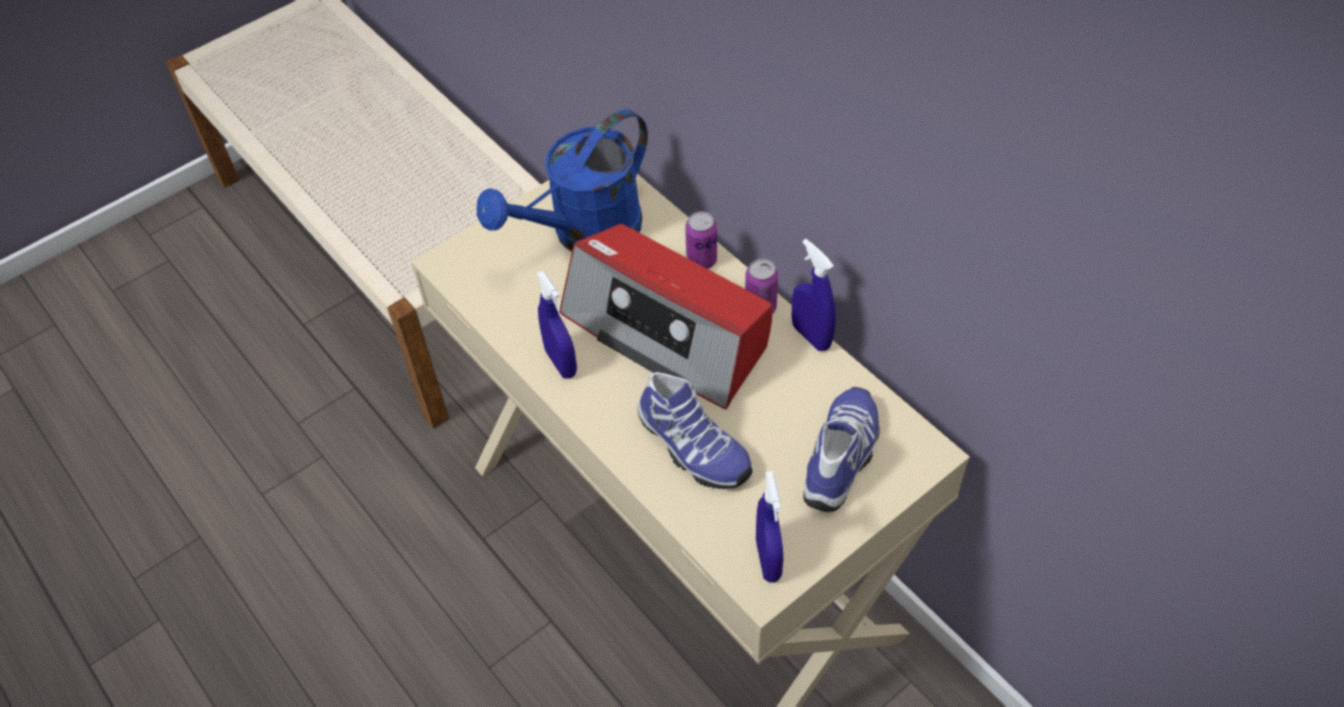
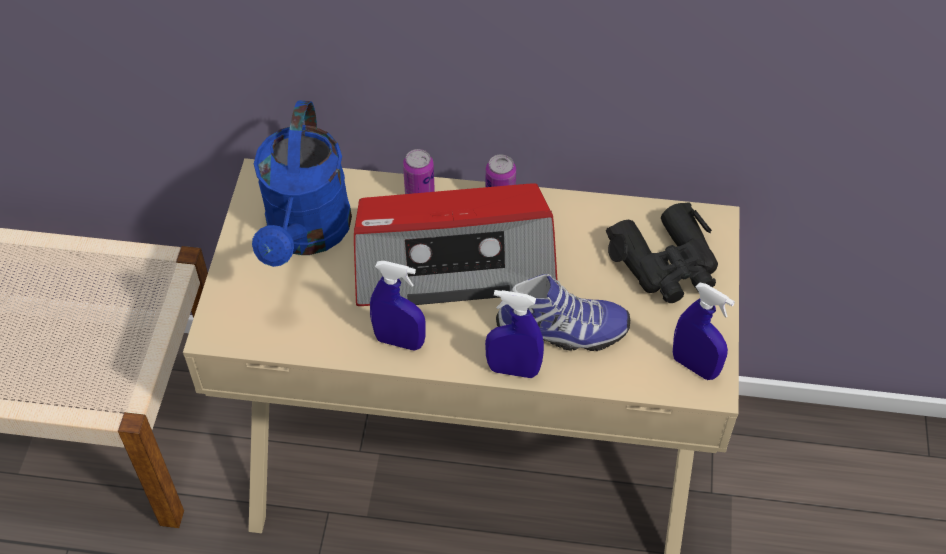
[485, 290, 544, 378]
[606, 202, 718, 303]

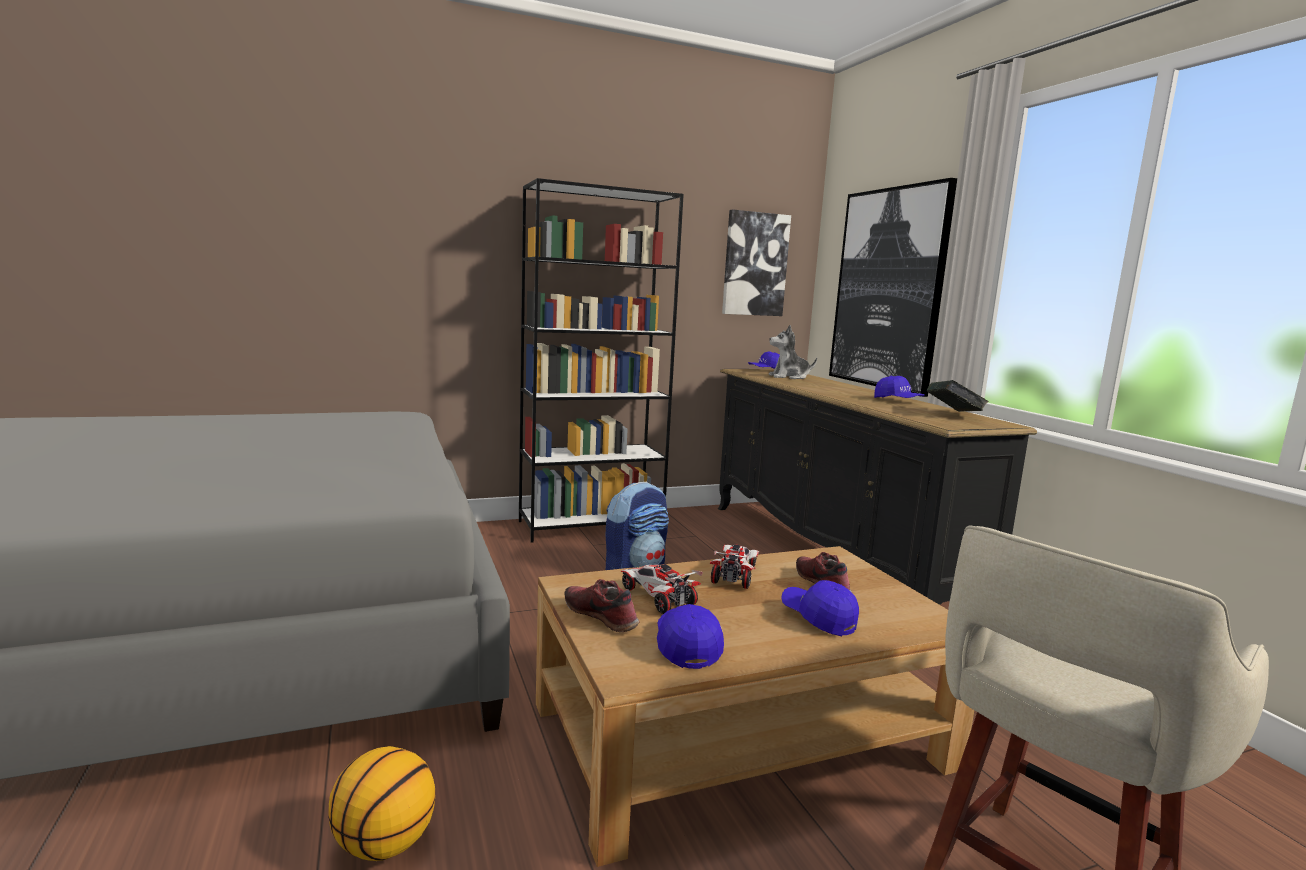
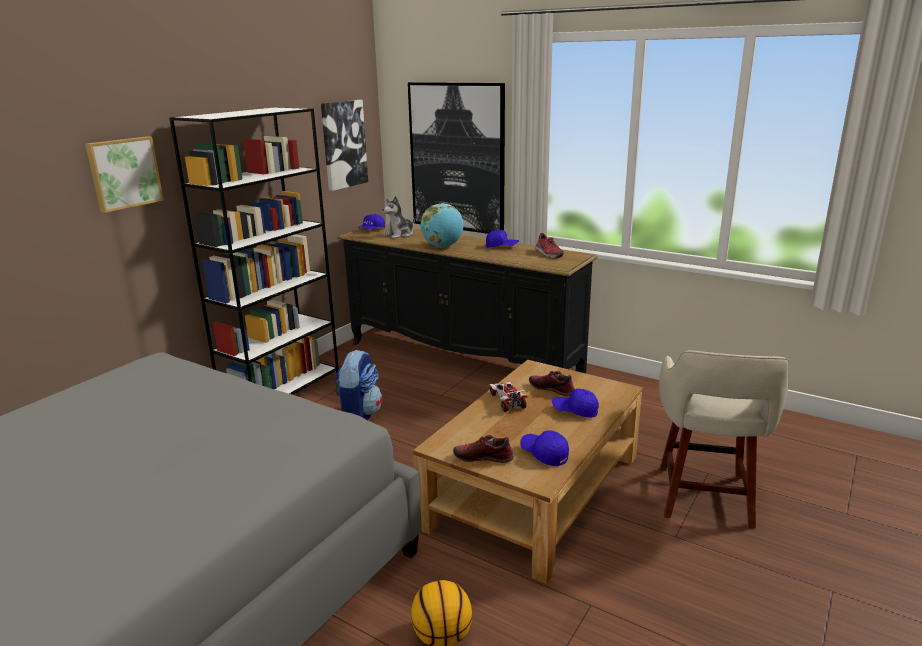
[535, 233, 563, 258]
[621, 564, 703, 614] (first image)
[85, 136, 164, 213]
[421, 203, 463, 247]

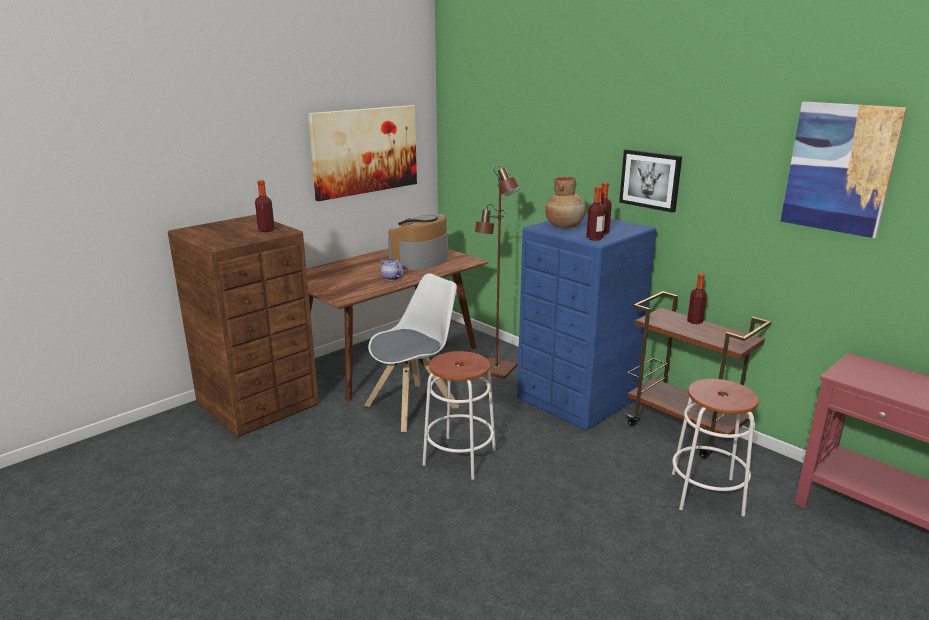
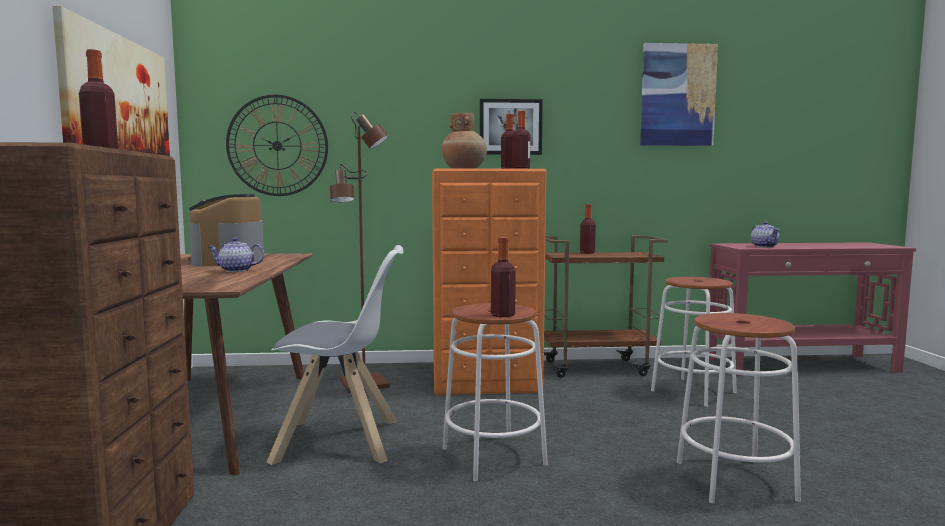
[432, 168, 546, 395]
[266, 245, 403, 465]
[226, 95, 328, 196]
[751, 222, 779, 247]
[491, 237, 516, 317]
[677, 313, 801, 504]

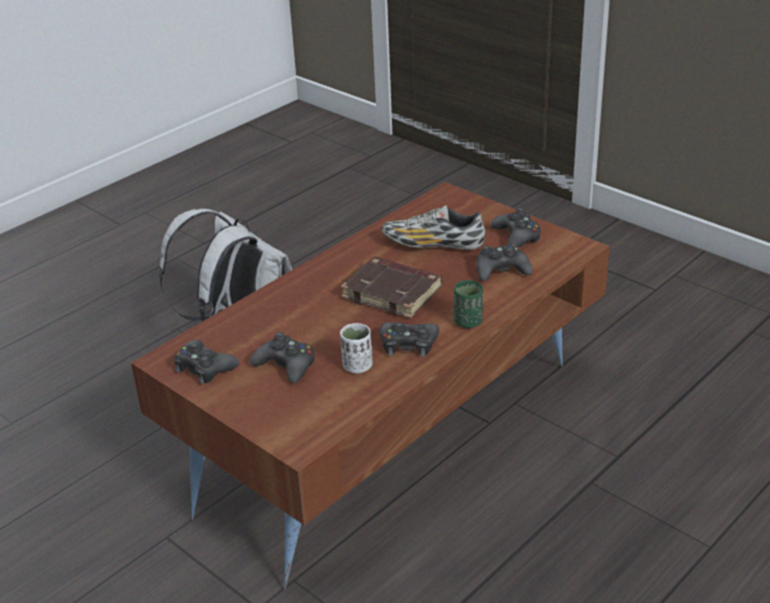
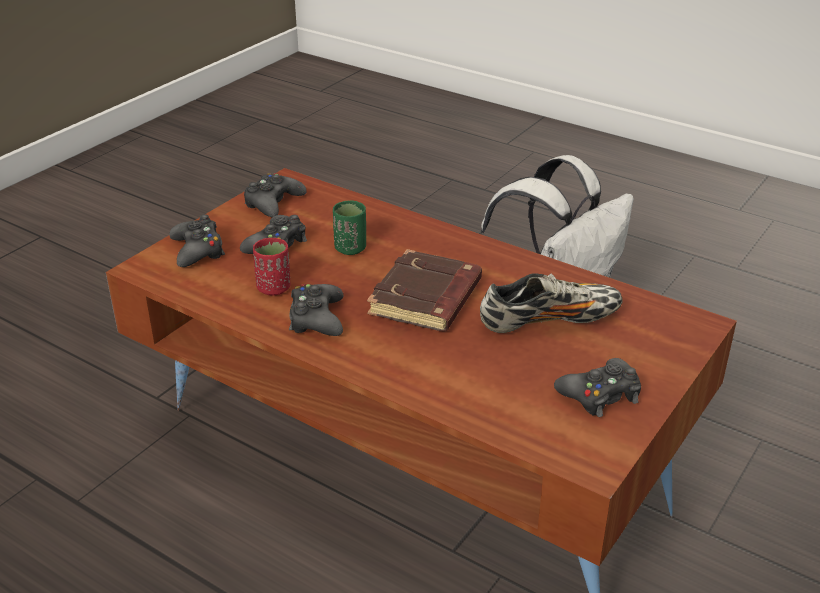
[480, 273, 623, 333]
[169, 214, 225, 267]
[333, 200, 366, 255]
[253, 238, 290, 296]

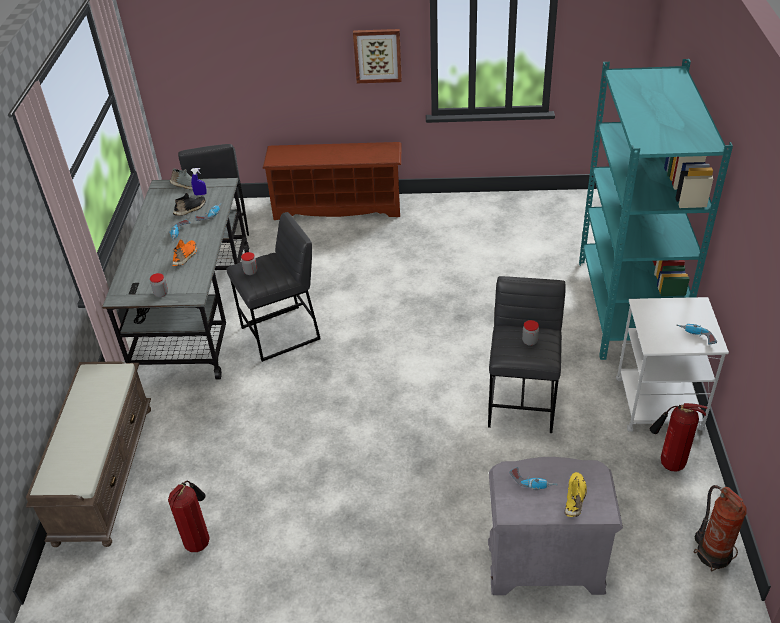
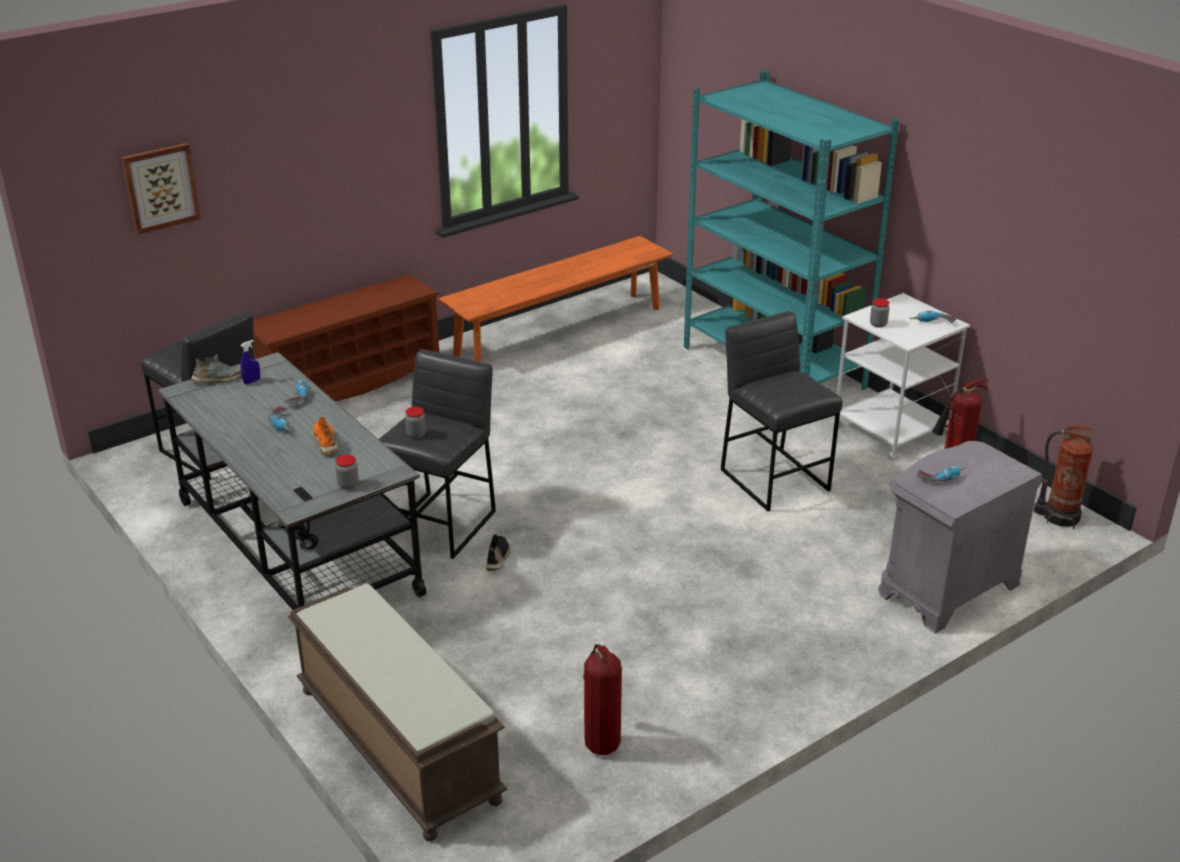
[121, 143, 201, 235]
[486, 535, 510, 571]
[870, 298, 890, 328]
[565, 472, 587, 517] (first image)
[437, 236, 673, 362]

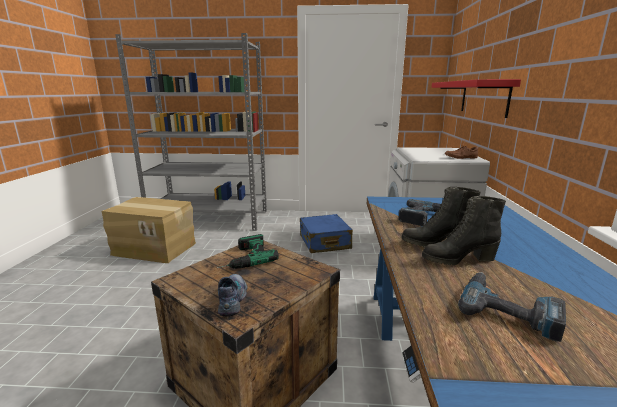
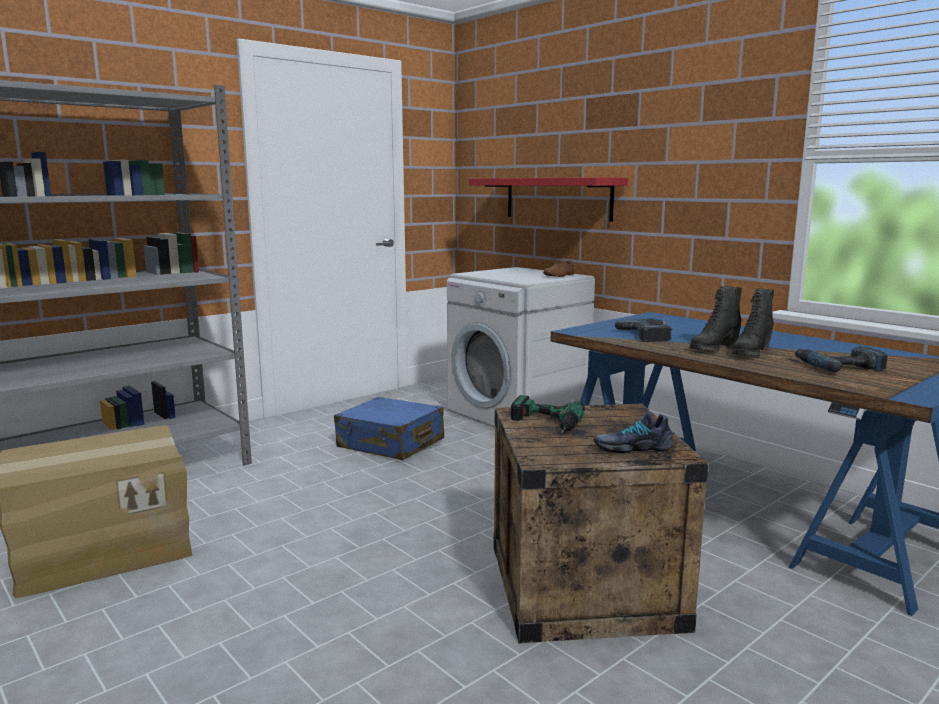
[594, 411, 673, 453]

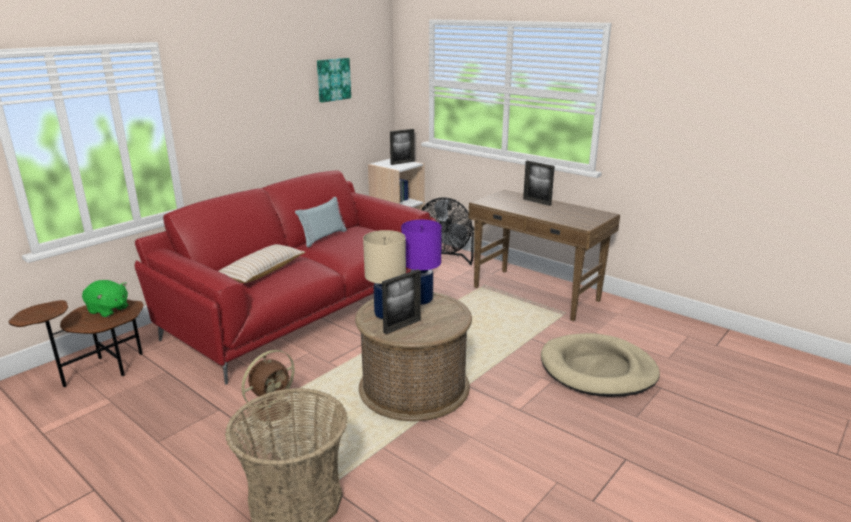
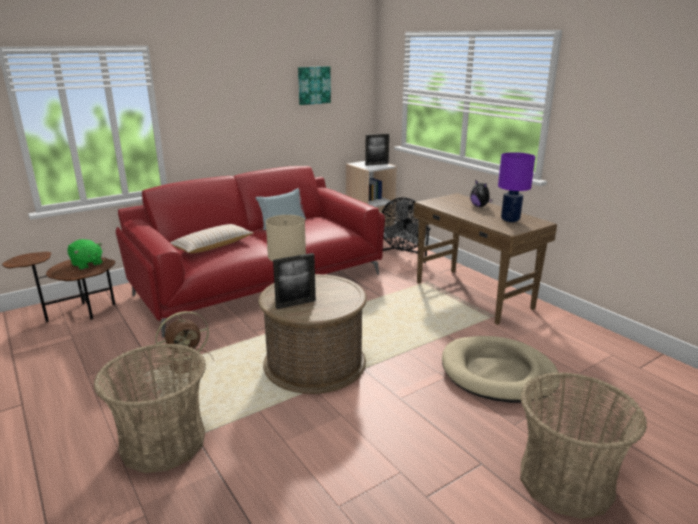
[470, 179, 493, 207]
[498, 152, 535, 222]
[520, 372, 647, 519]

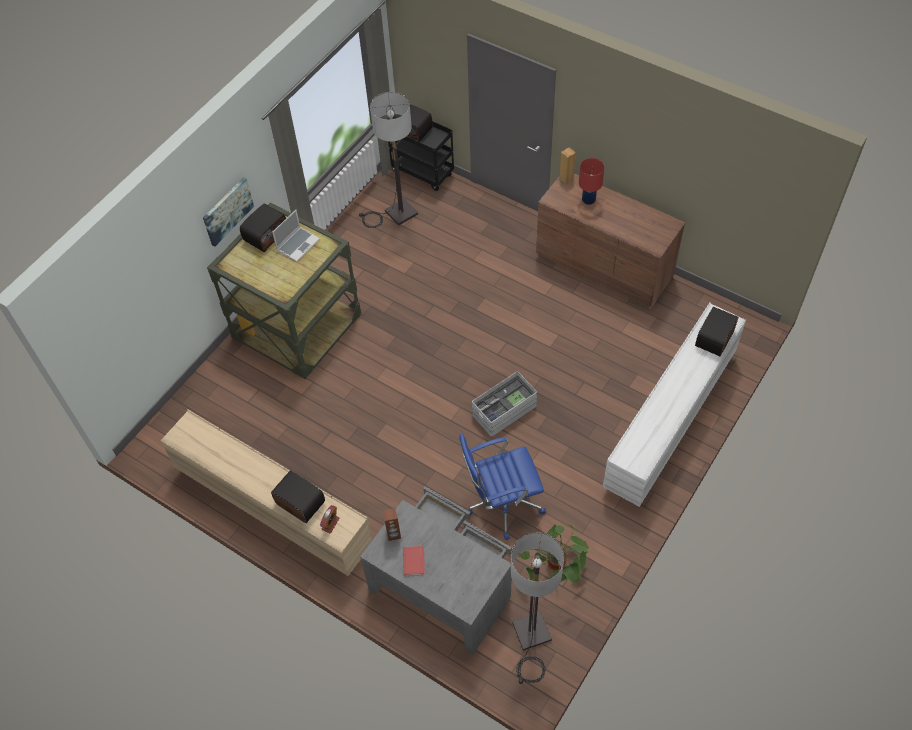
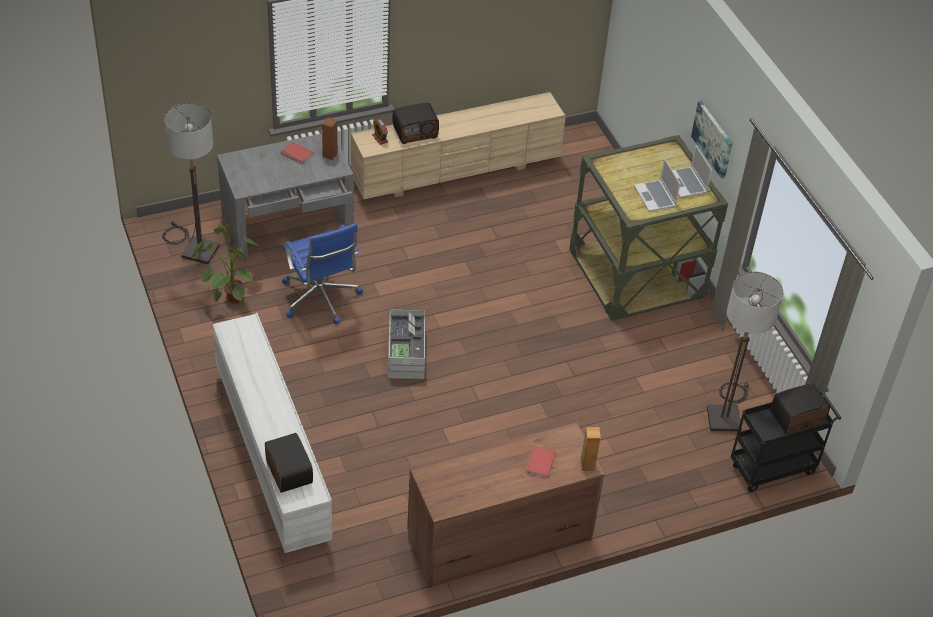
[526, 446, 556, 478]
[672, 145, 712, 198]
[282, 223, 363, 324]

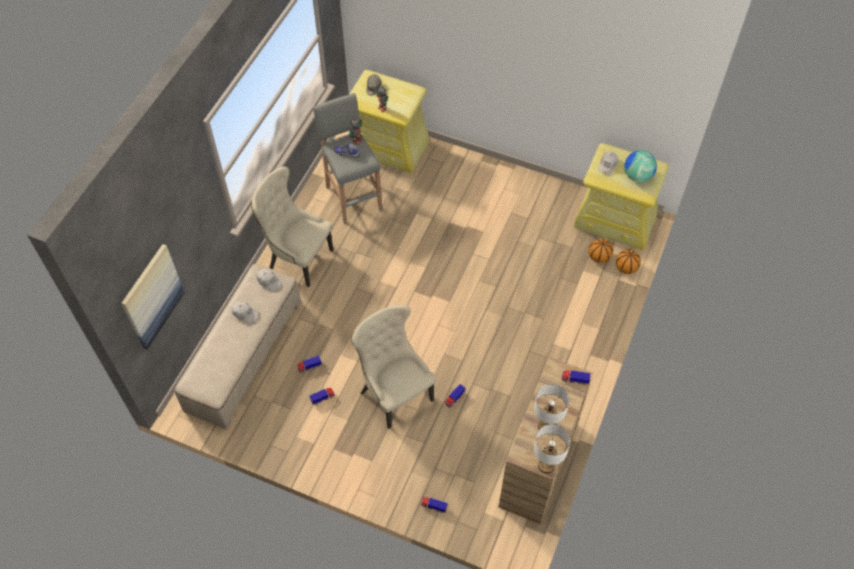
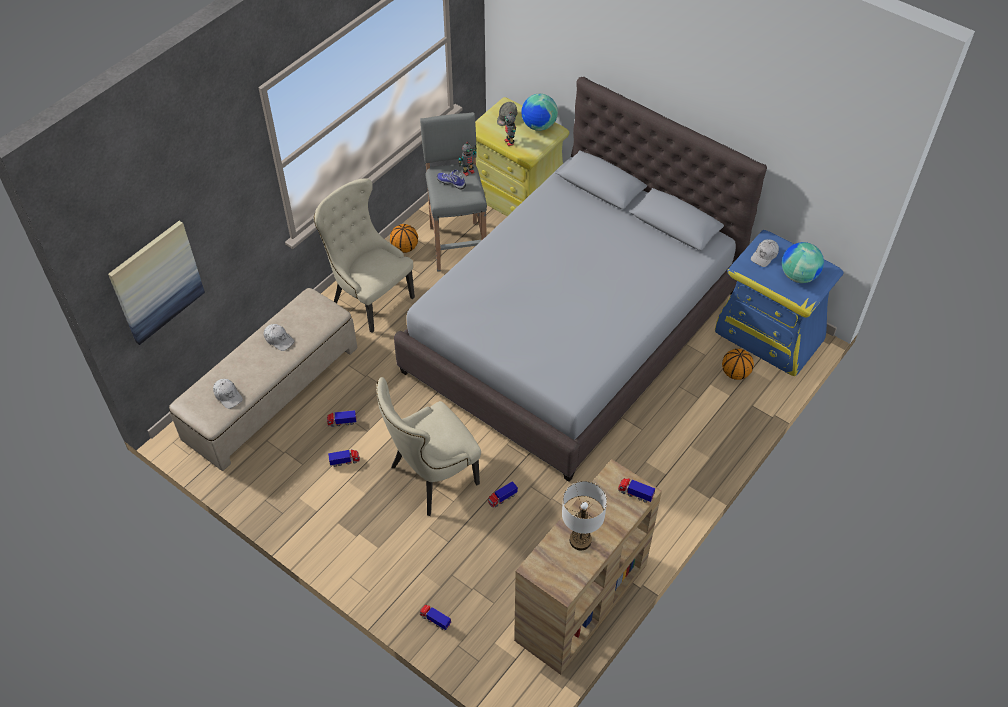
[715, 230, 844, 376]
[390, 224, 418, 253]
[213, 379, 243, 409]
[376, 377, 481, 516]
[534, 424, 570, 474] (first image)
[394, 77, 767, 482]
[521, 94, 558, 131]

